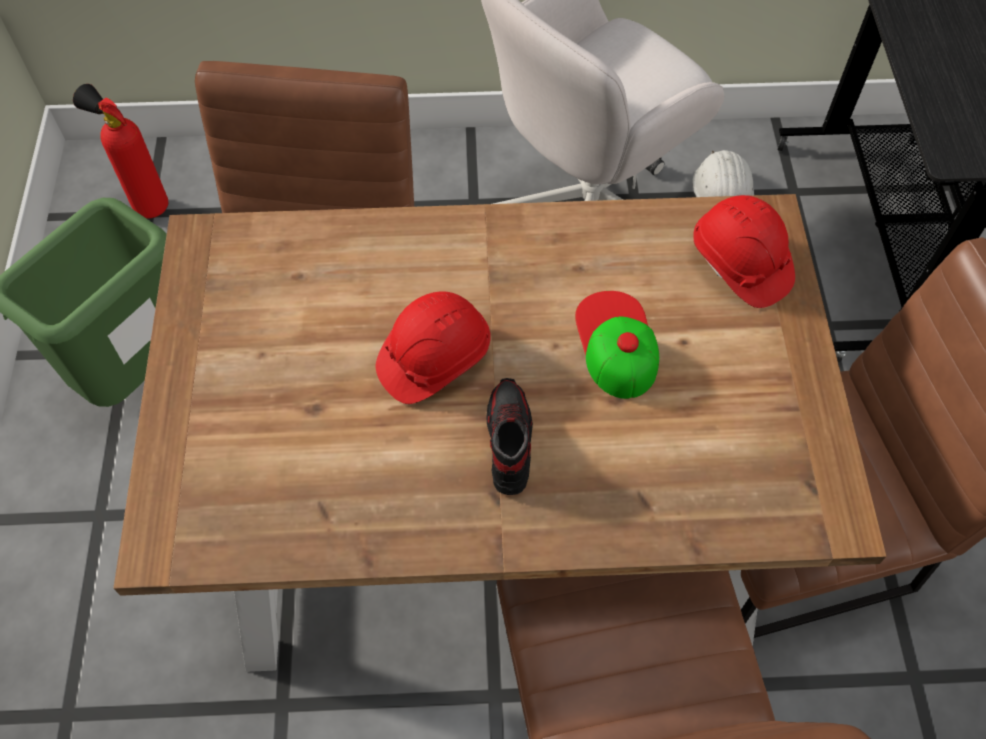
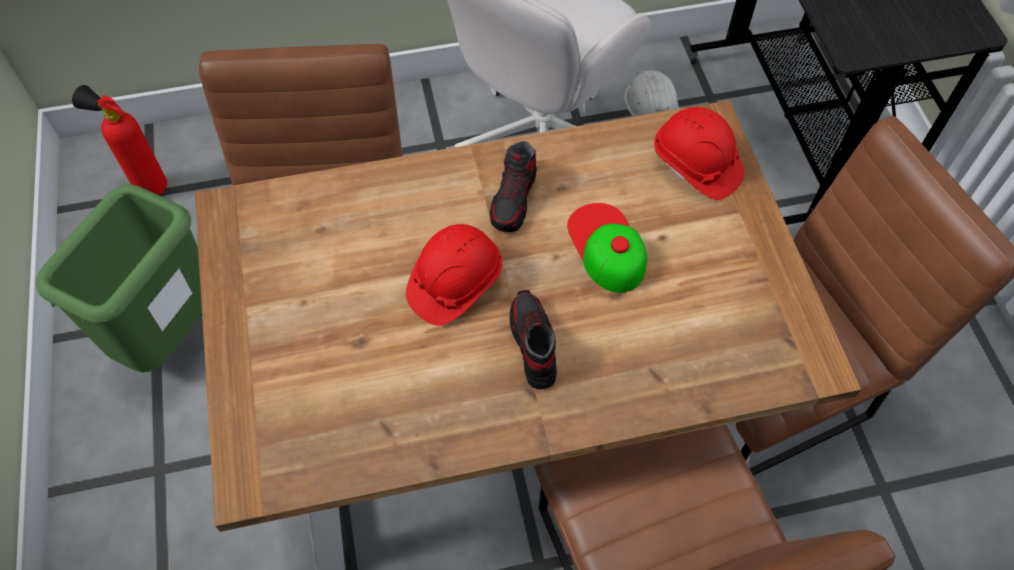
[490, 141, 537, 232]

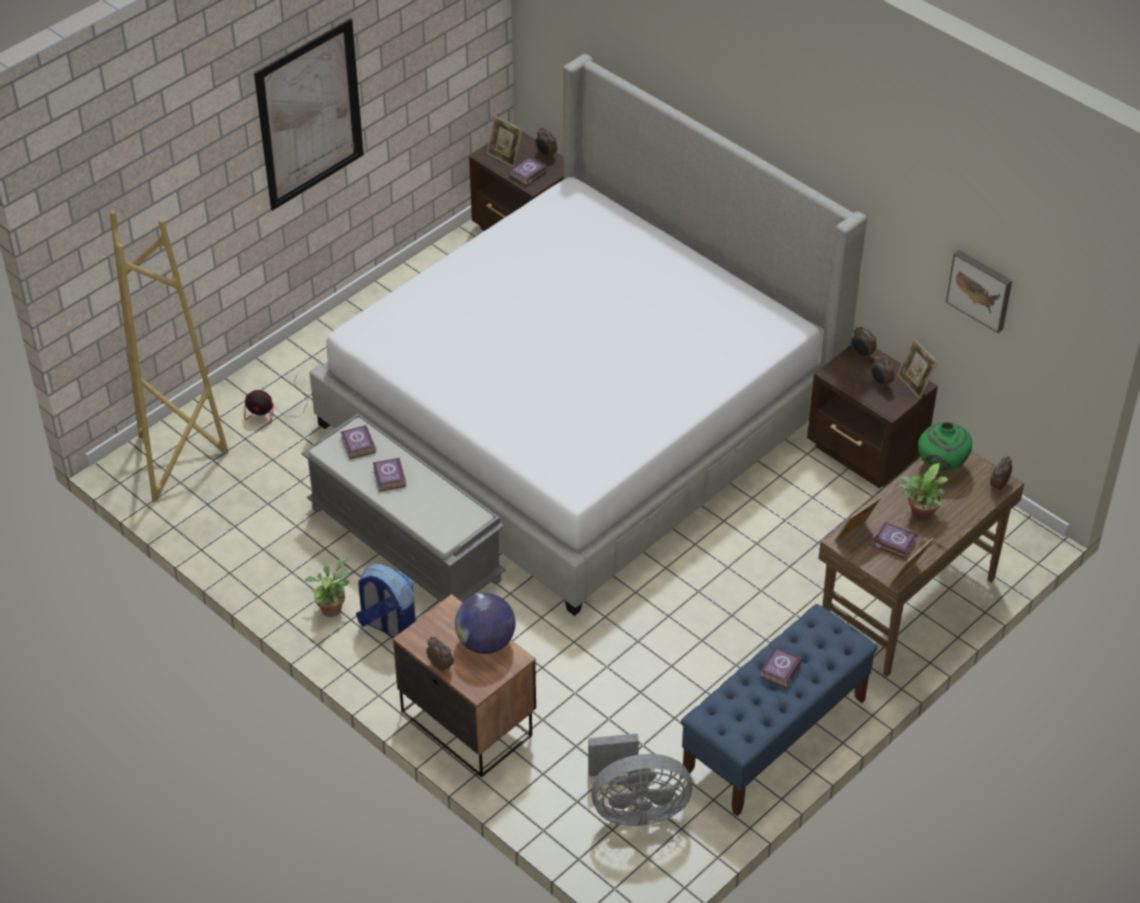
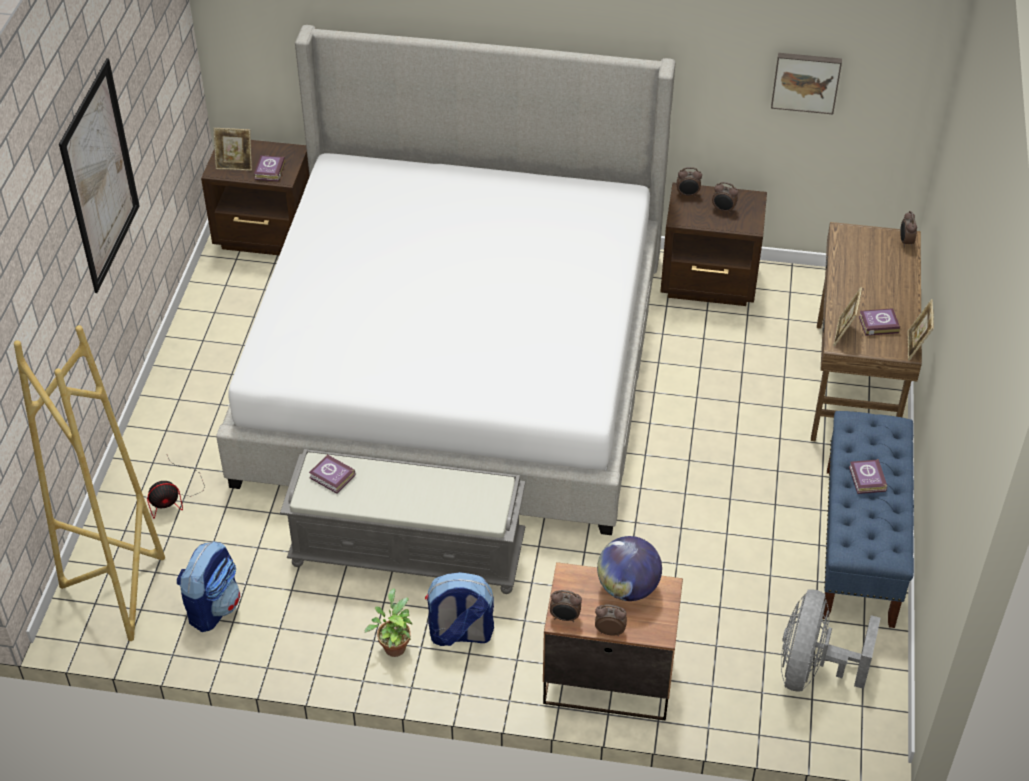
[550, 590, 582, 622]
[897, 338, 938, 399] (first image)
[918, 422, 972, 471] (first image)
[373, 458, 406, 491] (first image)
[898, 463, 949, 522] (first image)
[781, 589, 881, 692]
[177, 541, 240, 632]

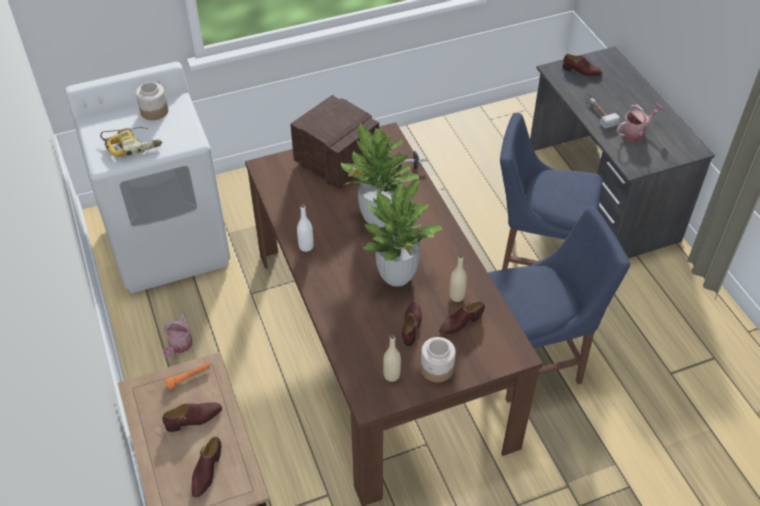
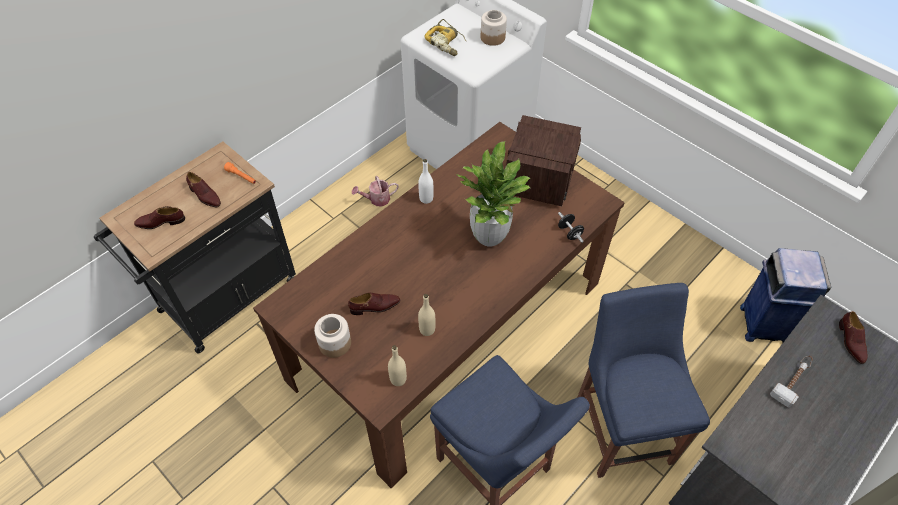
[616, 103, 664, 142] (first image)
[363, 181, 443, 286] (first image)
[439, 301, 485, 335] (first image)
[388, 345, 407, 386]
[740, 248, 831, 343]

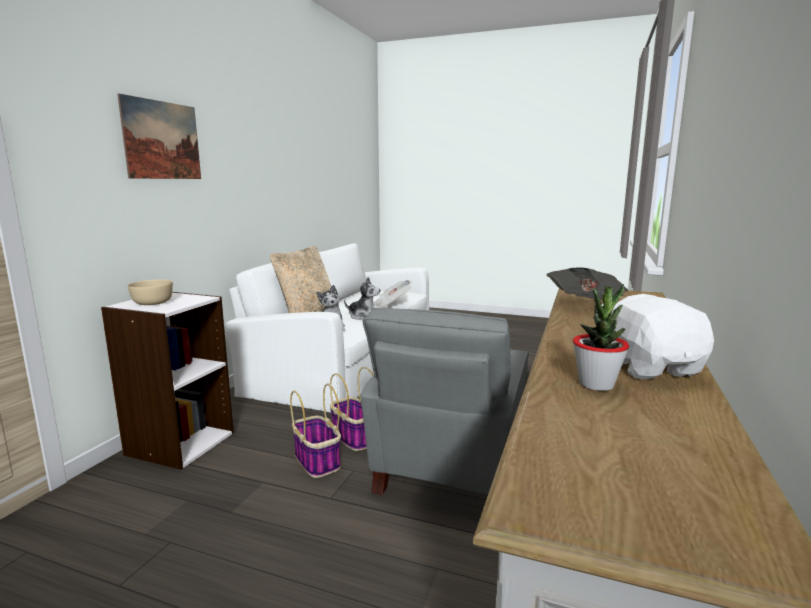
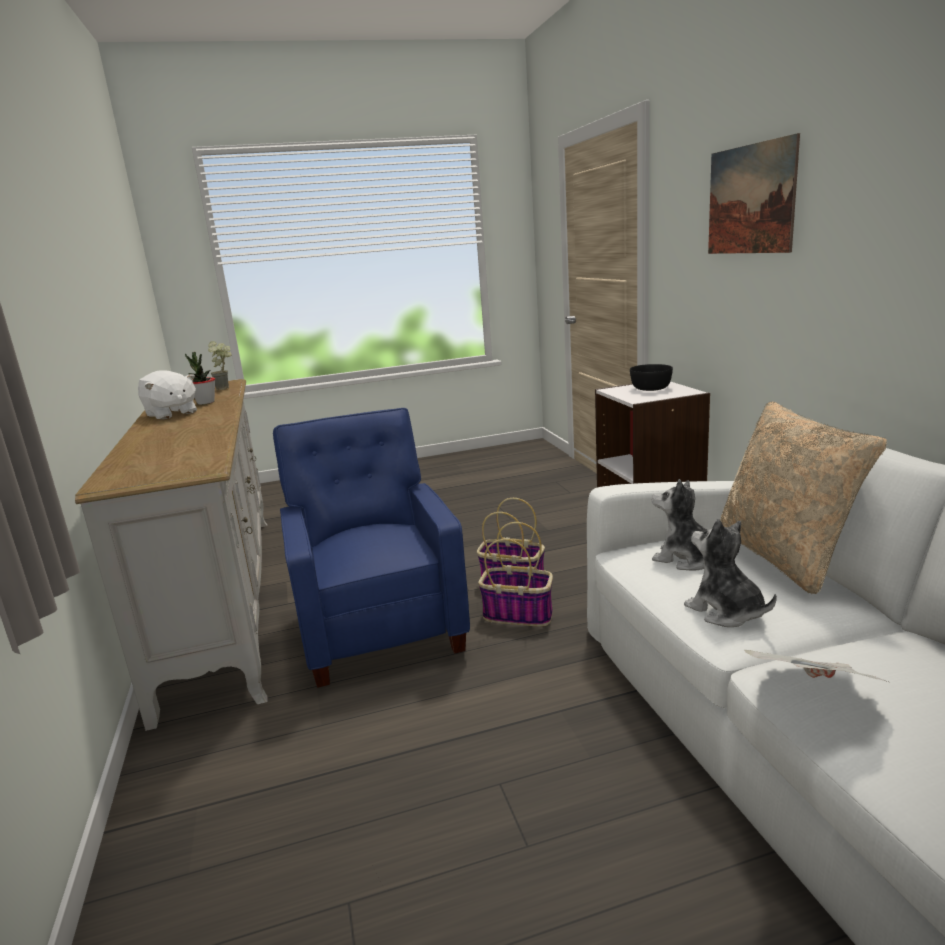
[547, 268, 628, 300] (first image)
[684, 519, 777, 627]
[630, 364, 673, 391]
[273, 408, 470, 687]
[208, 341, 232, 390]

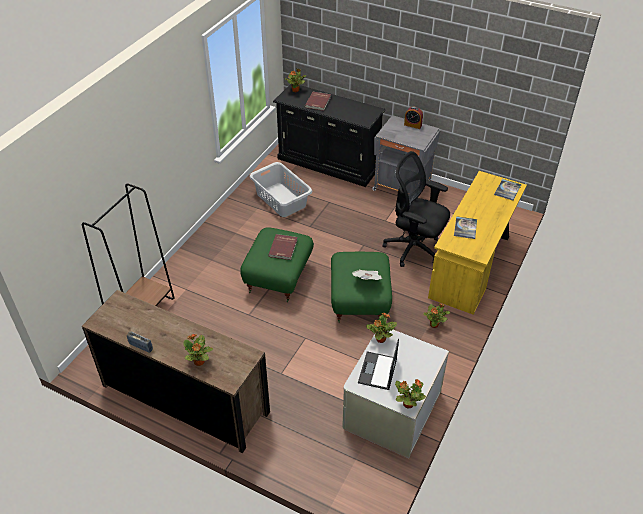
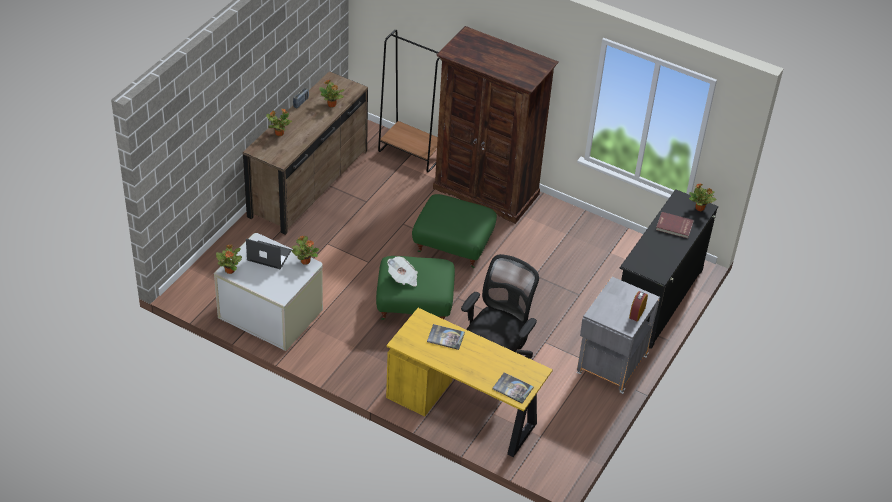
[250, 162, 312, 217] (first image)
[268, 234, 298, 260] (first image)
[319, 80, 344, 107]
[433, 26, 559, 224]

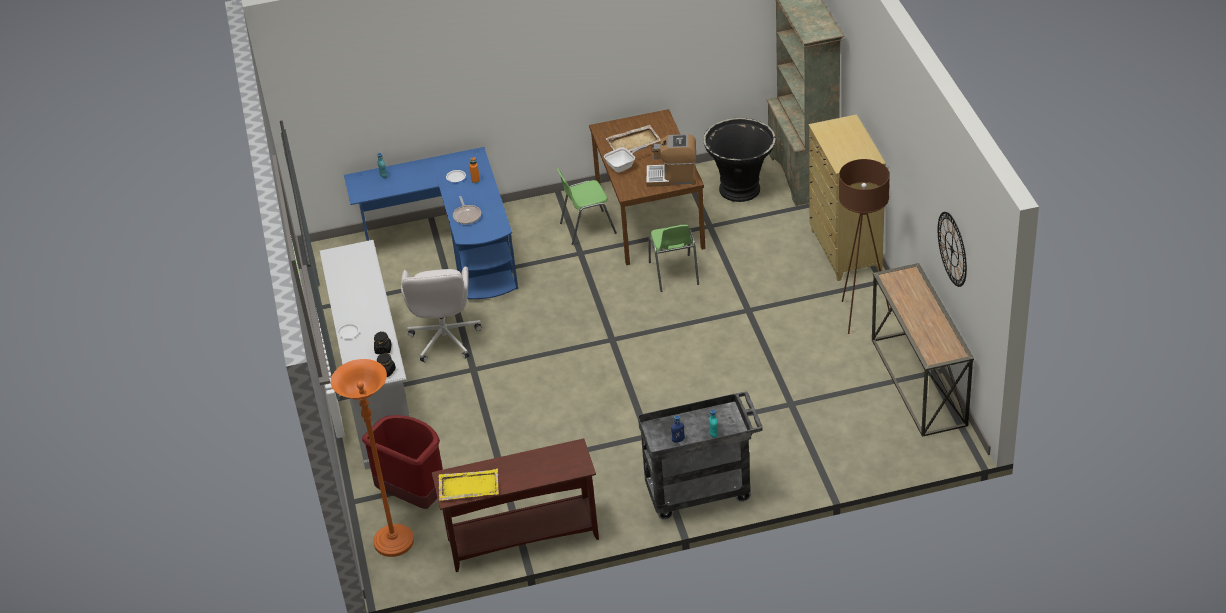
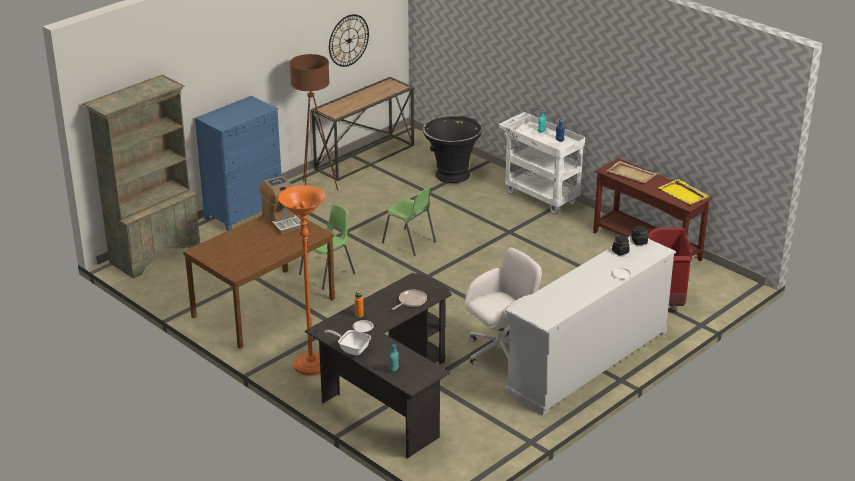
[195, 96, 282, 231]
[423, 115, 483, 183]
[606, 161, 657, 183]
[325, 330, 371, 356]
[305, 273, 452, 458]
[382, 187, 436, 256]
[278, 185, 326, 376]
[499, 112, 585, 214]

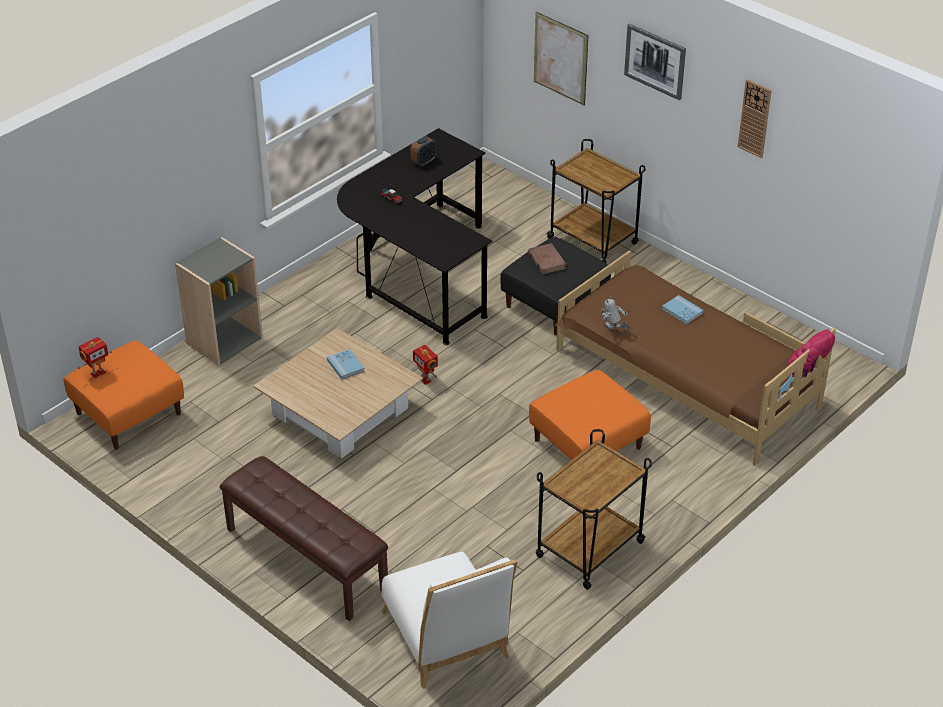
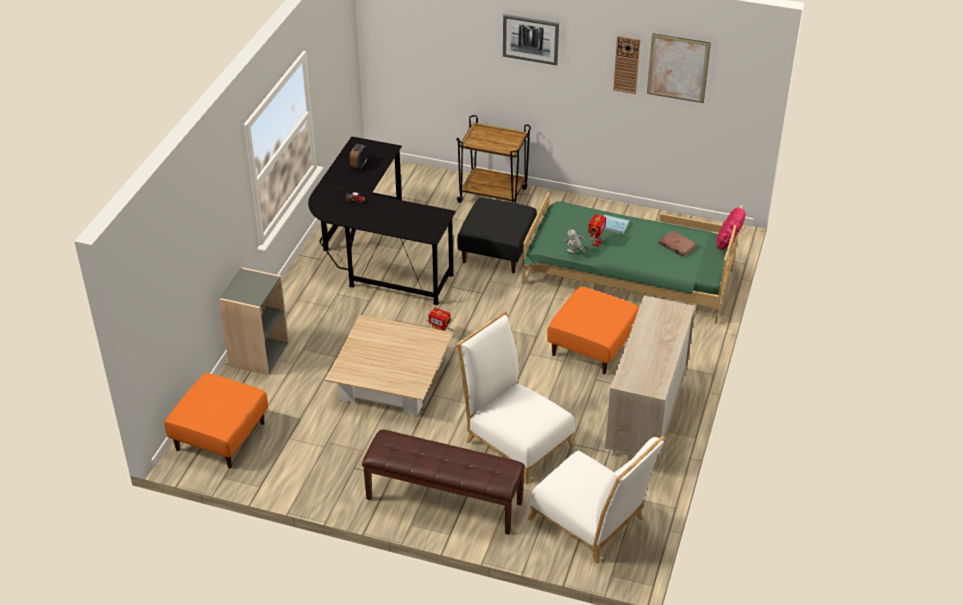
[647, 33, 711, 103]
[659, 230, 697, 257]
[522, 192, 743, 324]
[588, 214, 606, 247]
[327, 349, 364, 380] (first image)
[605, 296, 695, 465]
[456, 311, 575, 484]

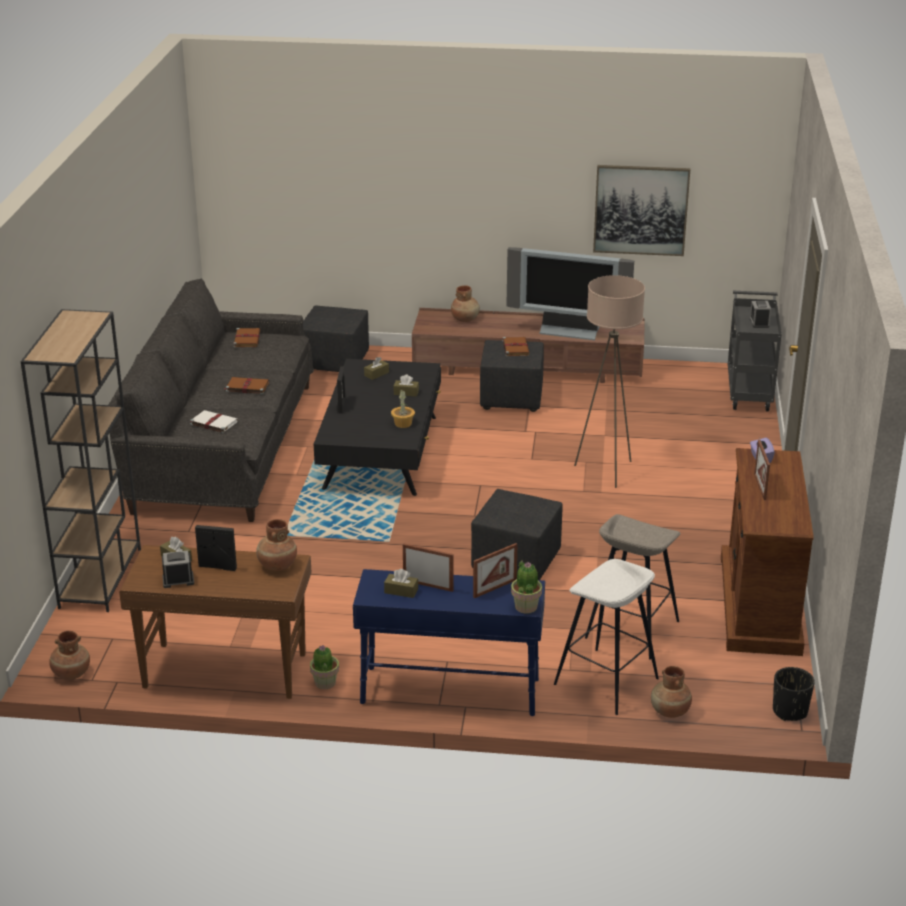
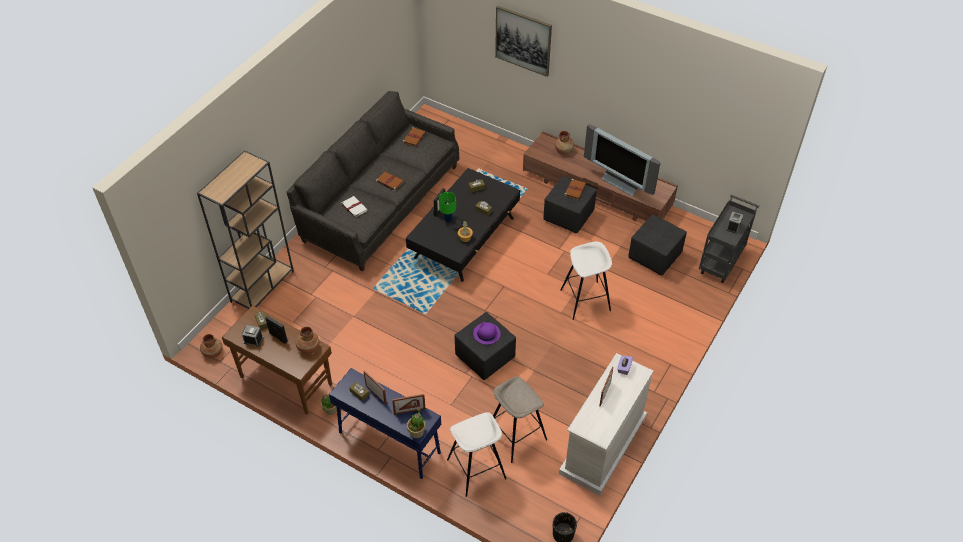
[495, 6, 552, 77]
[560, 242, 612, 320]
[628, 214, 687, 275]
[559, 353, 654, 496]
[651, 666, 692, 718] (first image)
[439, 192, 456, 222]
[473, 322, 500, 345]

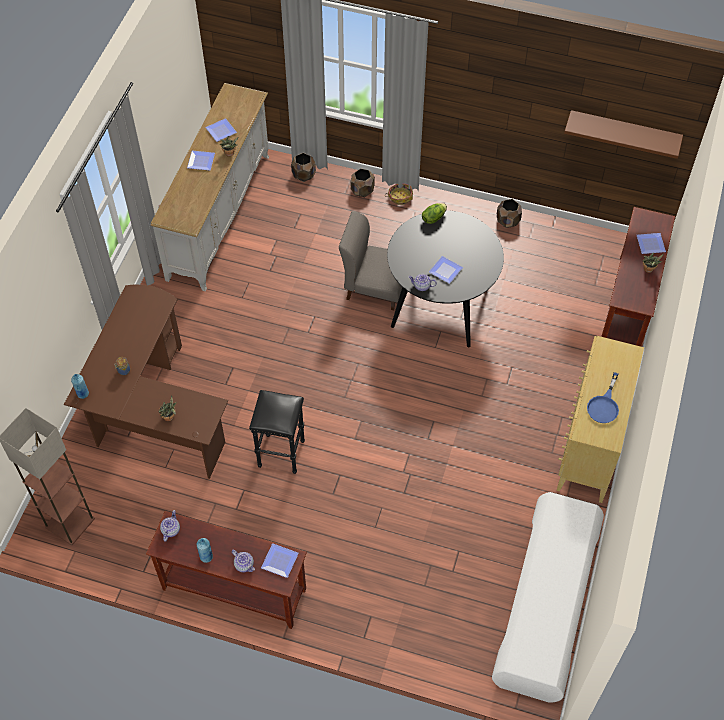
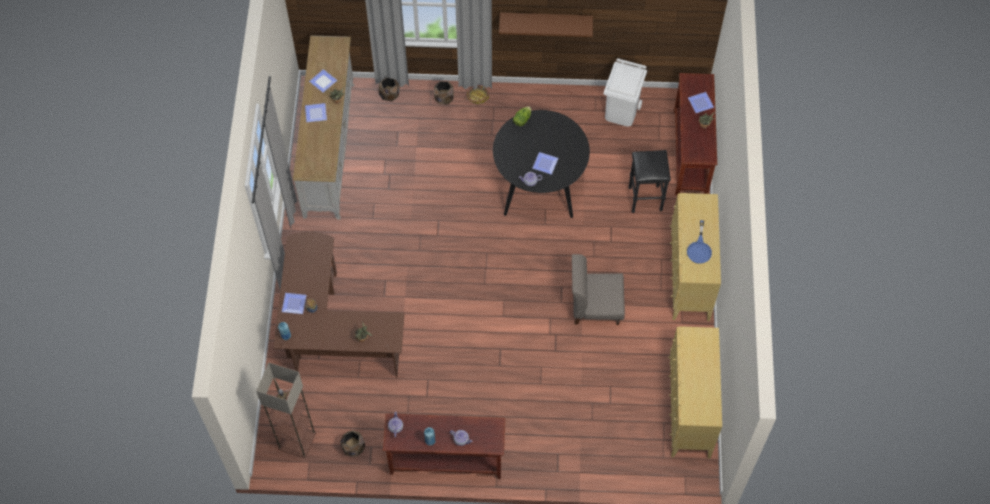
[499, 12, 593, 37]
[340, 430, 365, 457]
[572, 254, 625, 325]
[628, 150, 671, 213]
[668, 326, 722, 459]
[282, 293, 307, 314]
[604, 58, 647, 127]

